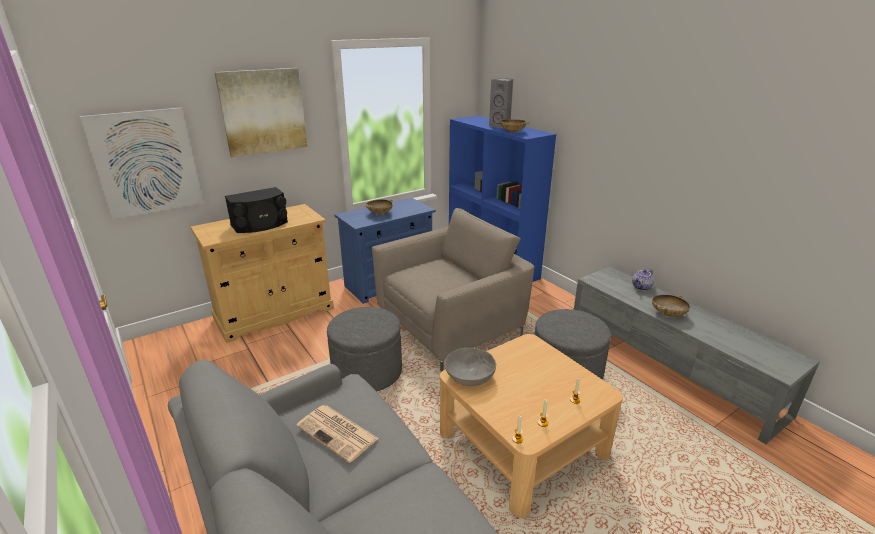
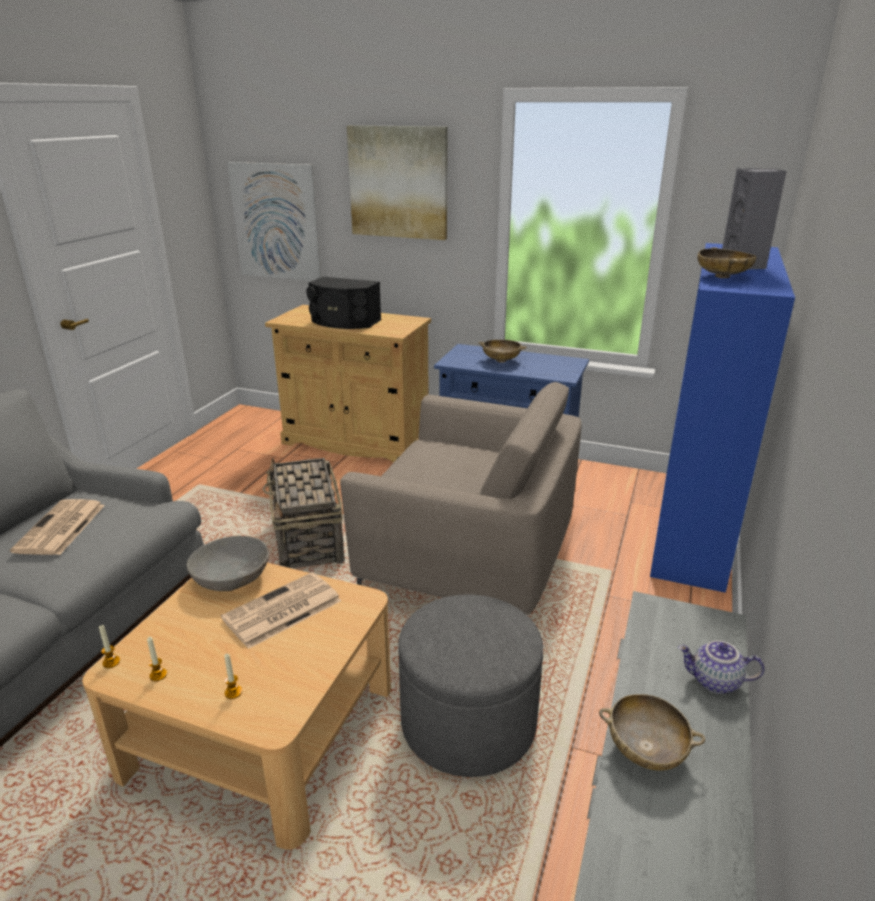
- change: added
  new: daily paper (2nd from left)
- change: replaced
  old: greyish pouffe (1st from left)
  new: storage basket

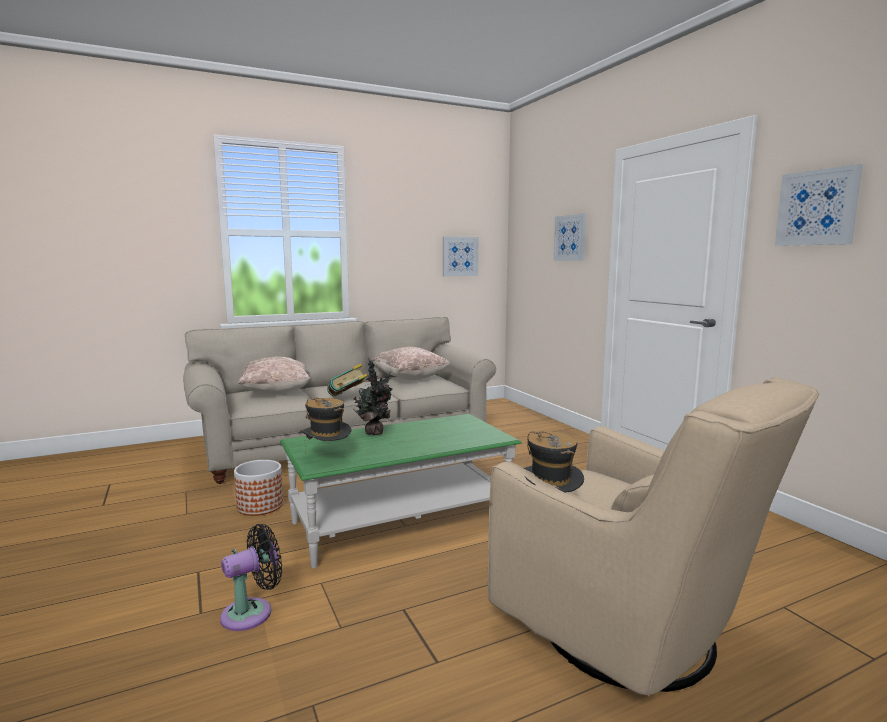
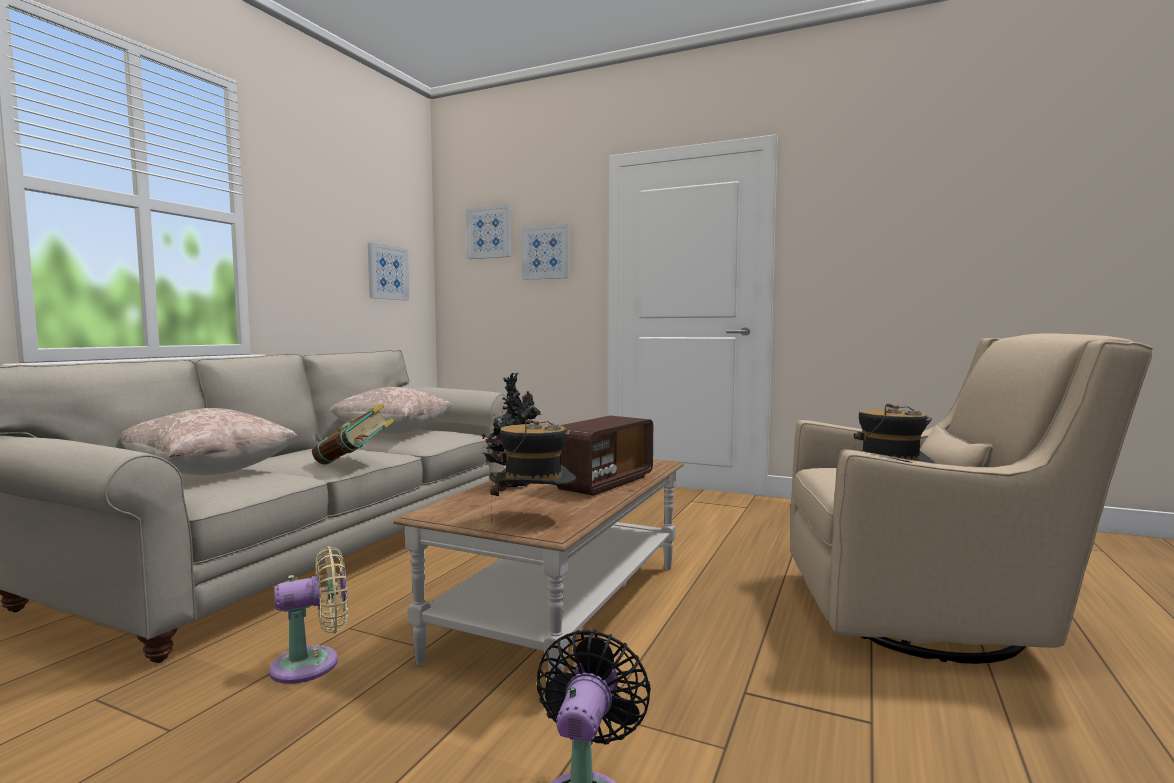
- change: replaced
  old: flower pot
  new: beige cooling fan
- change: recoloured
  old: green-coloured low table
  new: brown low table
- change: moved
  old: picture (3rd from left in the first image)
  new: picture (2nd from left)
- change: added
  new: radio

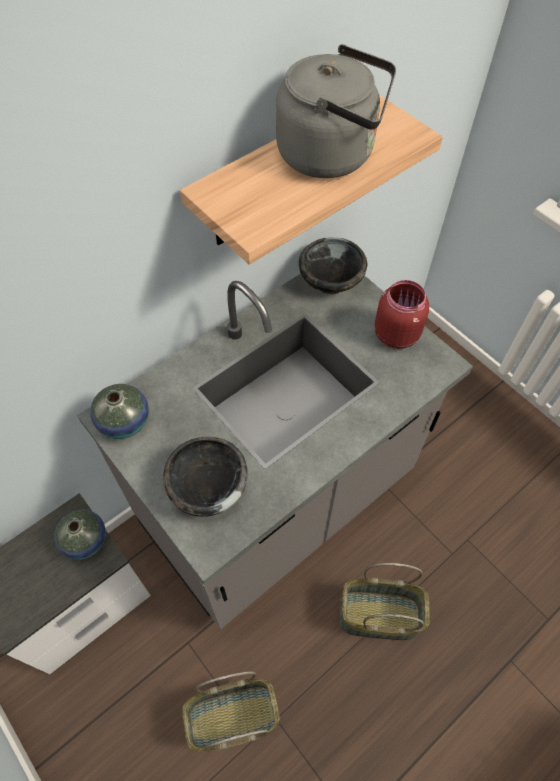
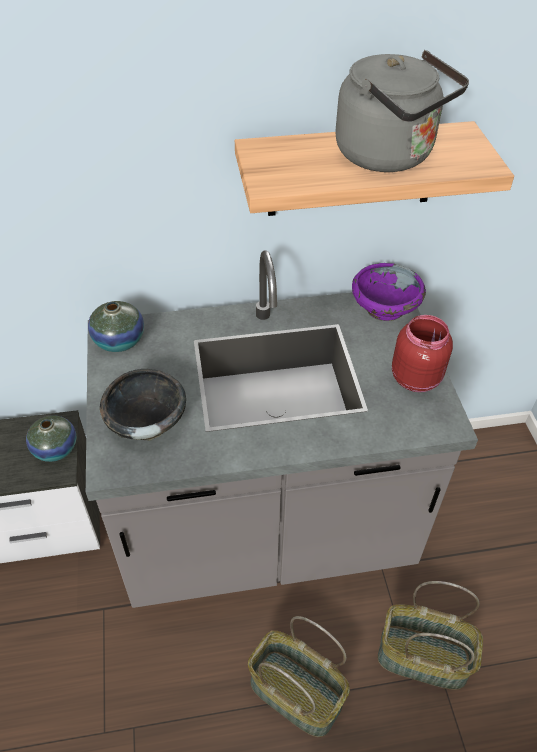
- change: recoloured
  old: black-coloured deep dish (2nd from left)
  new: purple-coloured deep dish
- change: moved
  old: storage basket (1st from left in the first image)
  new: storage basket (2nd from left)

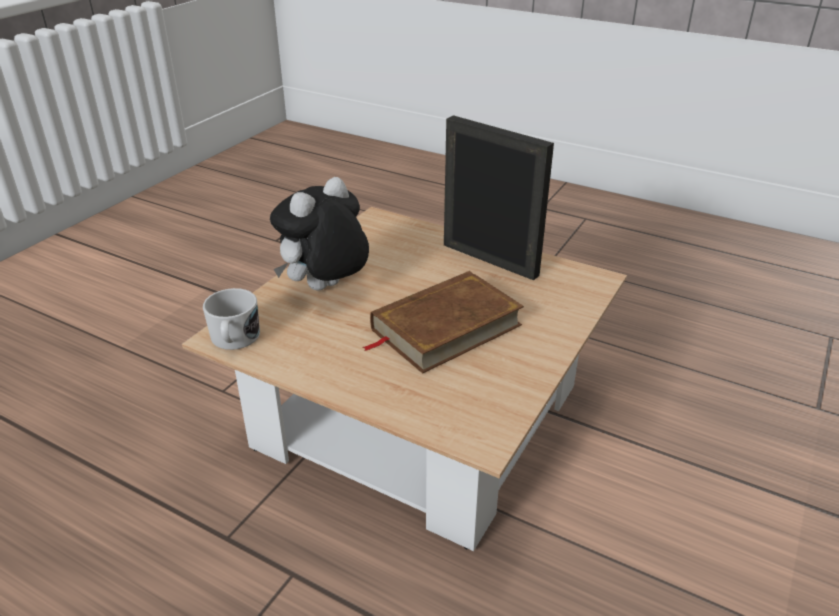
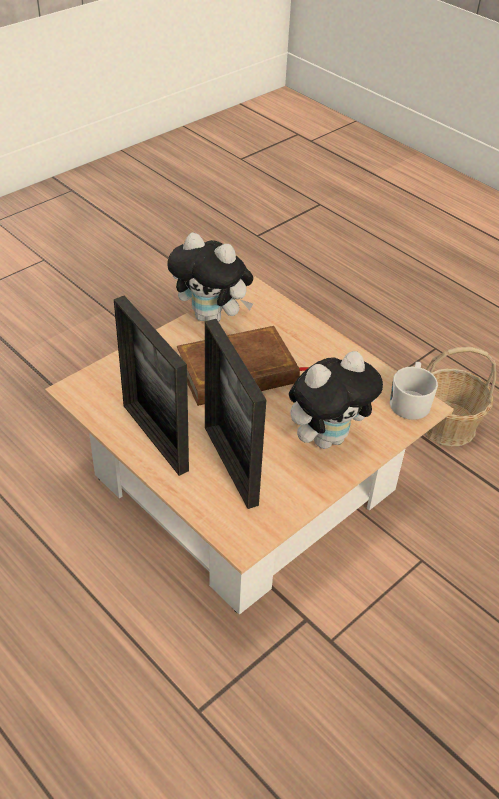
- change: added
  new: soft toy (1st from left)
- change: added
  new: standing frame (2nd from left)
- change: added
  new: storage basket

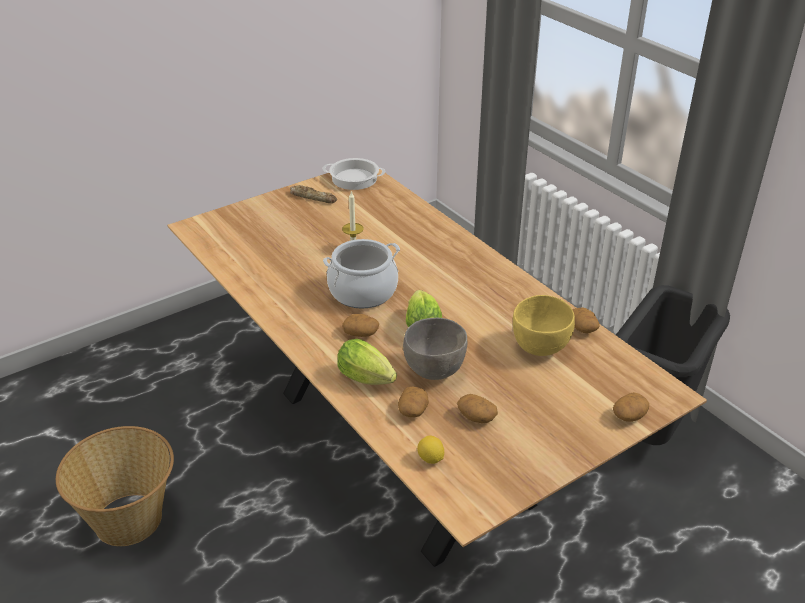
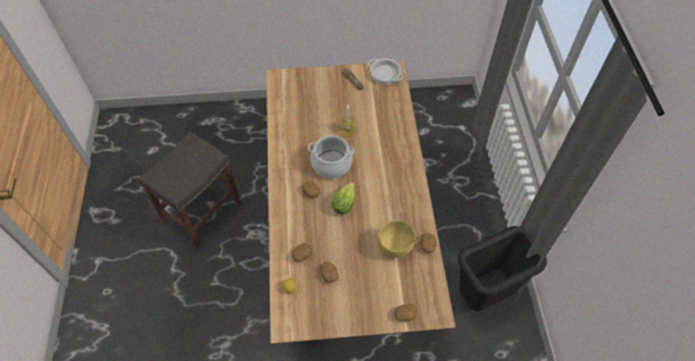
- change: replaced
  old: storage basket
  new: greyish stool seat
- change: removed
  old: head of lettuce (1st from left)
- change: removed
  old: greyish deep dish

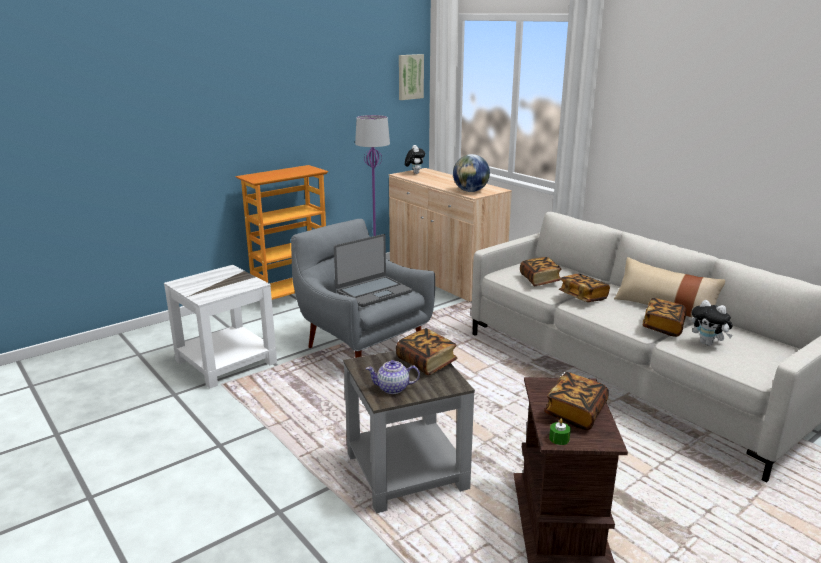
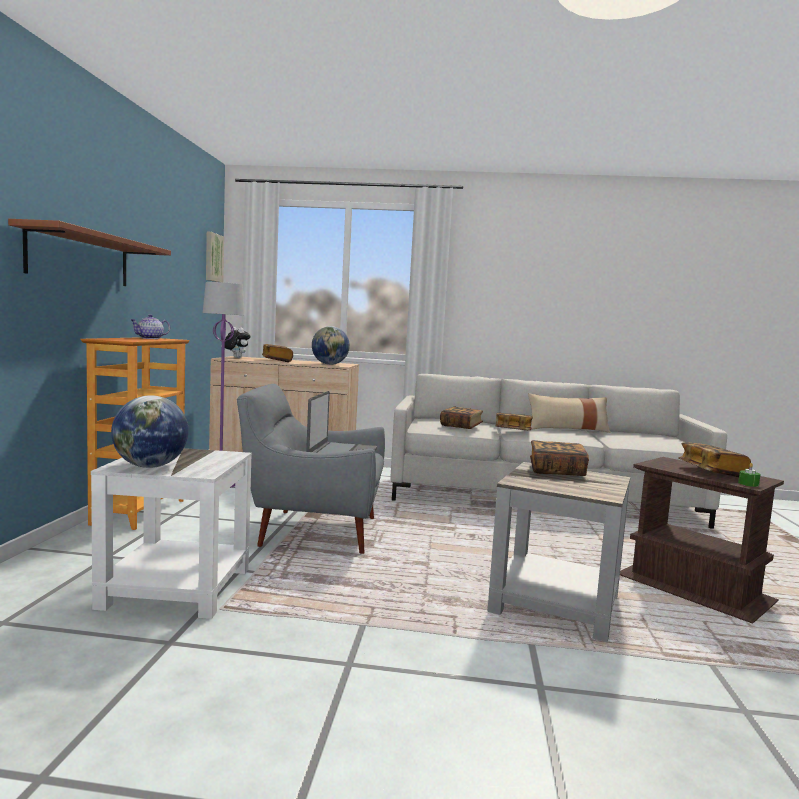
- change: added
  new: brown wall shelf
- change: added
  new: desk globe (1st from left)
- change: moved
  old: tea pot
- change: moved
  old: bound book (5th from left in the first image)
  new: bound book (1st from left)
- change: removed
  old: soft toy (2nd from left)

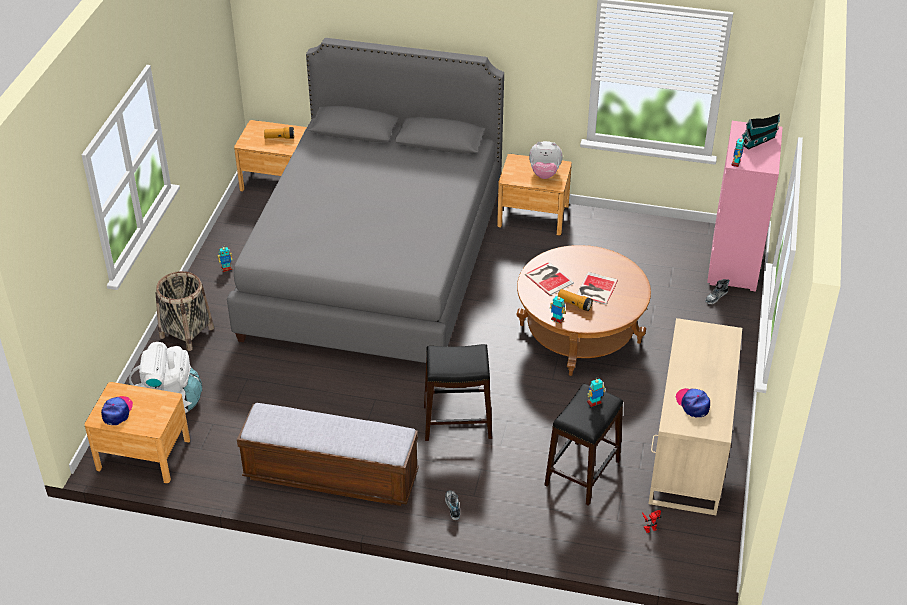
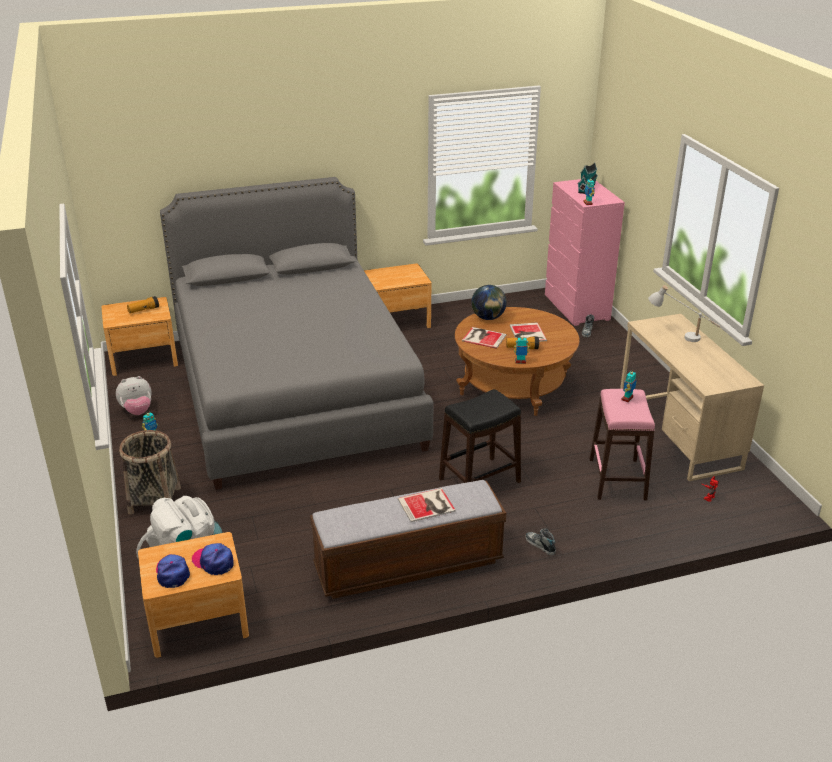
- change: moved
  old: soft toy
- change: moved
  old: cap (2nd from left)
- change: added
  new: bound book (1st from left)
- change: added
  new: desk globe
- change: recoloured
  old: black-coloured stool seat (2nd from left)
  new: pinkish stool seat
- change: added
  new: white tabletop lamp

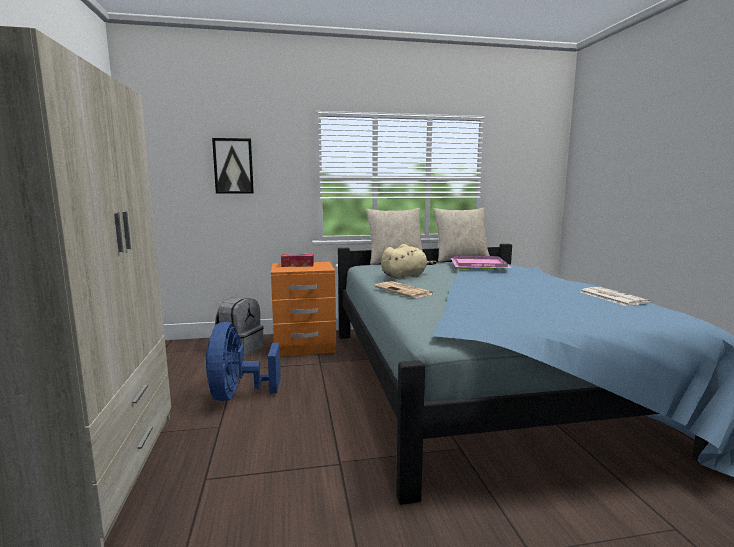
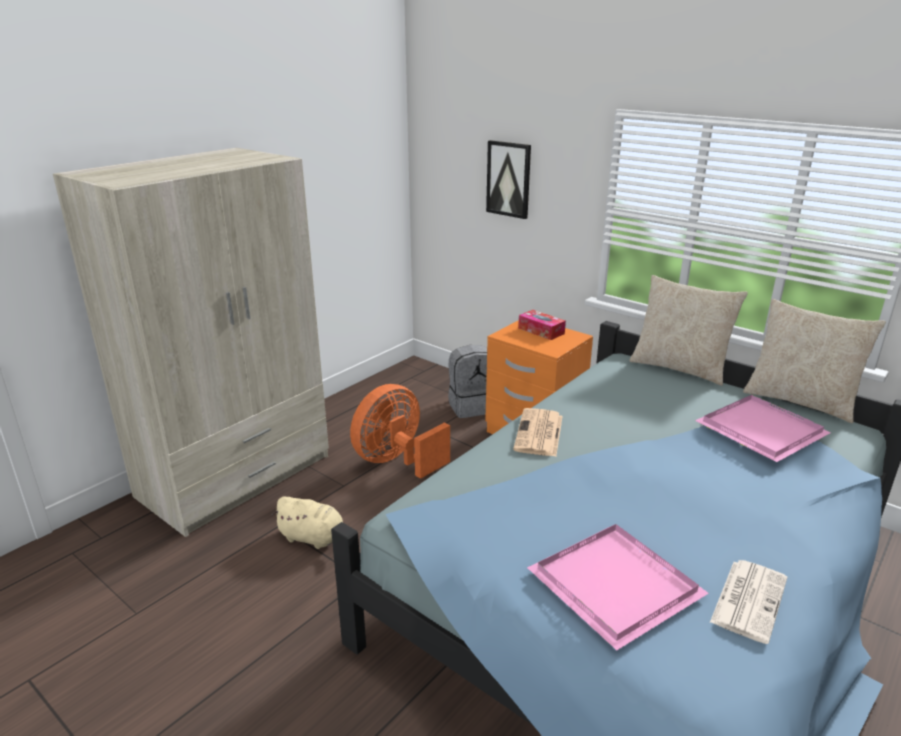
- change: moved
  old: beige soft toy
- change: recoloured
  old: bluish cooling fan
  new: orange cooling fan
- change: added
  new: pinkish tray (1st from left)

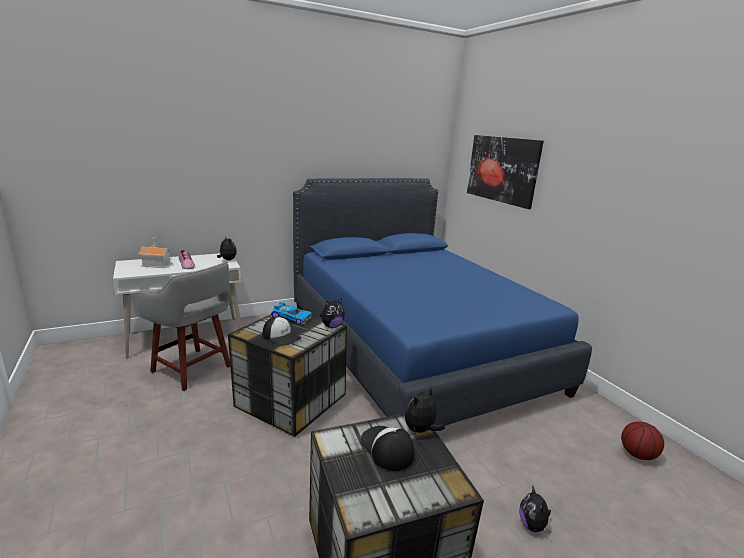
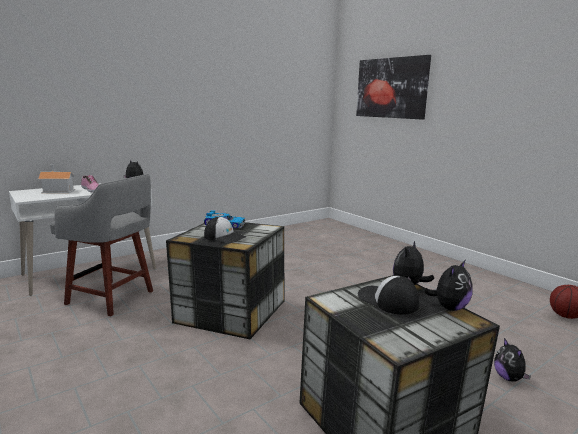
- change: moved
  old: soft toy (2nd from left in the first image)
  new: soft toy (3rd from left)
- change: removed
  old: bluish sleeping bed

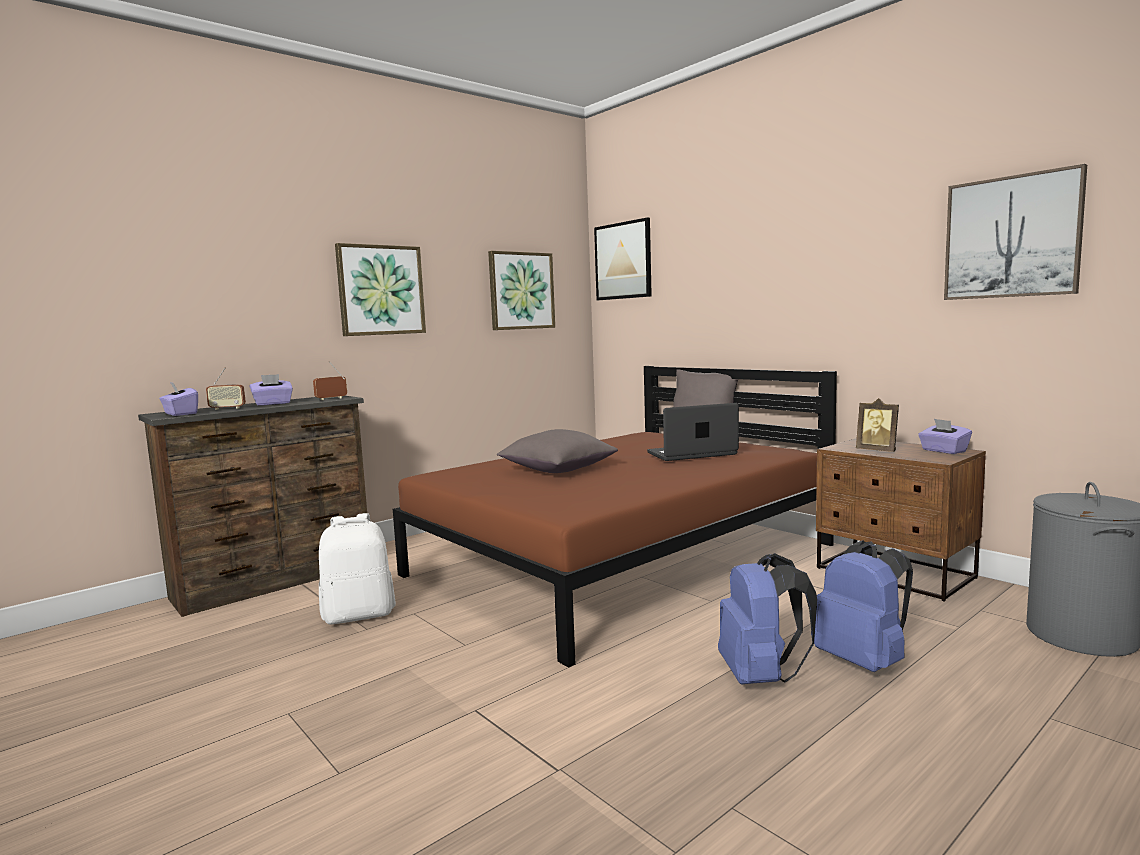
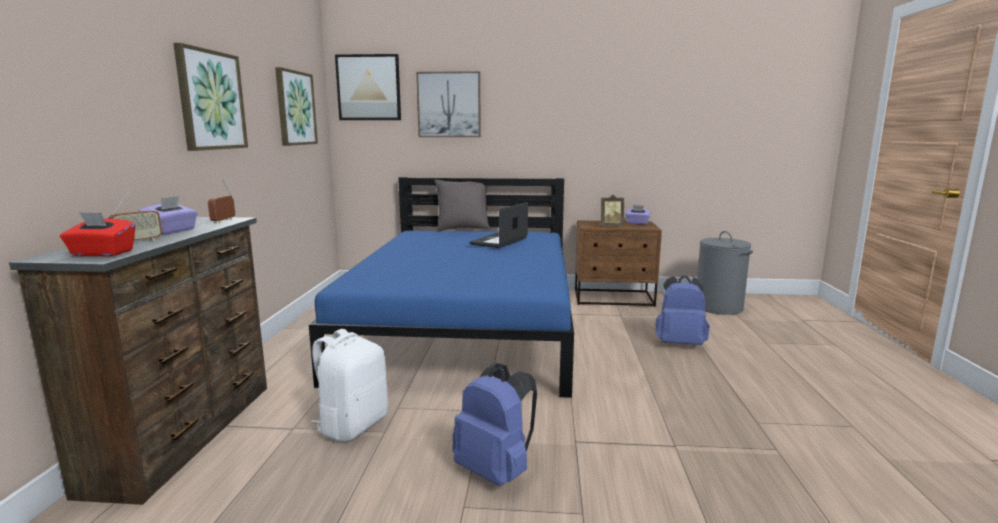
- change: recoloured
  old: purple-coloured box of tissues (1st from left)
  new: red-coloured box of tissues
- change: recoloured
  old: brown sleeping bed
  new: bluish sleeping bed
- change: moved
  old: picture (4th from left)
- change: moved
  old: bluish rucksack (1st from left)
- change: removed
  old: greyish pillow (1st from left)

